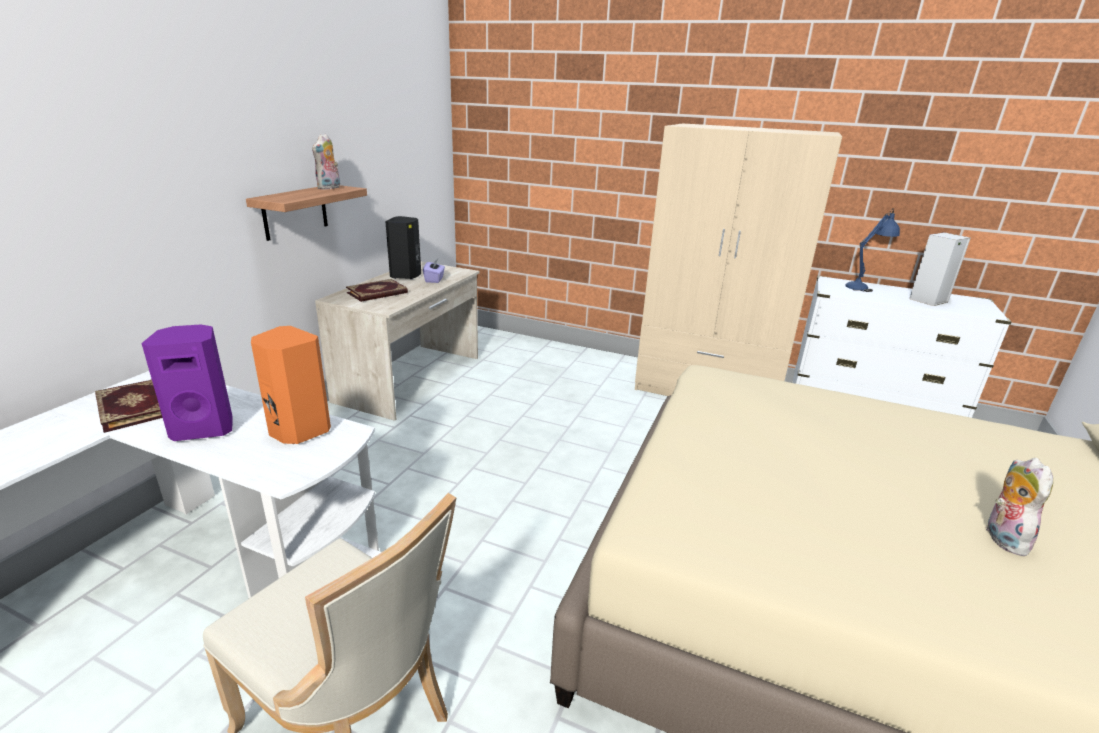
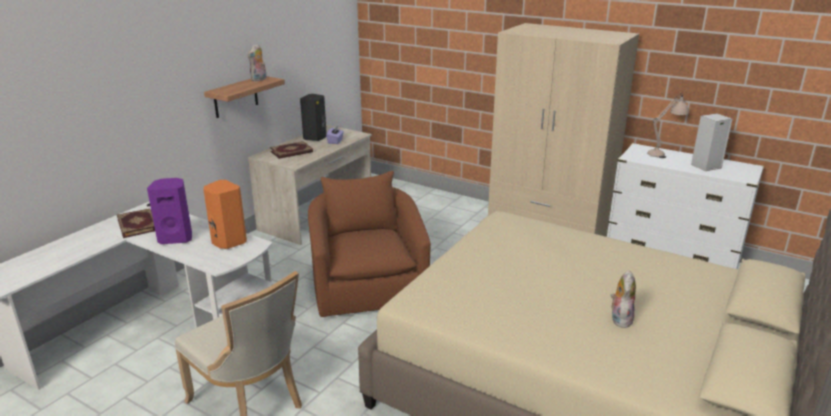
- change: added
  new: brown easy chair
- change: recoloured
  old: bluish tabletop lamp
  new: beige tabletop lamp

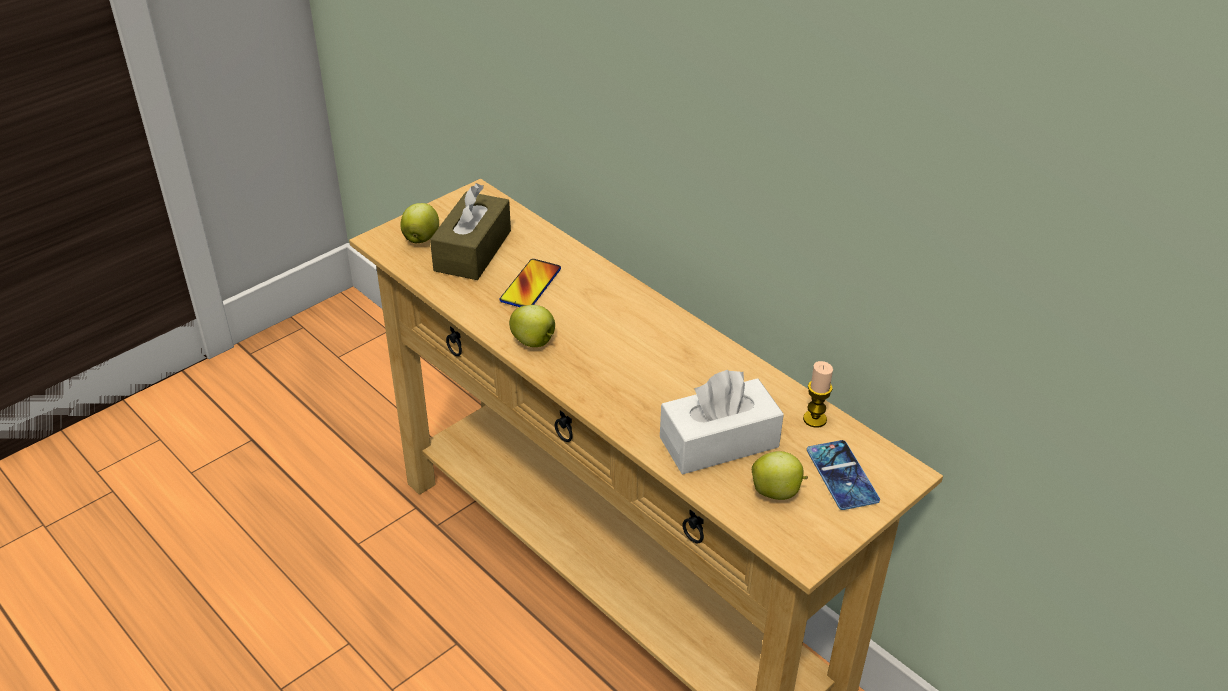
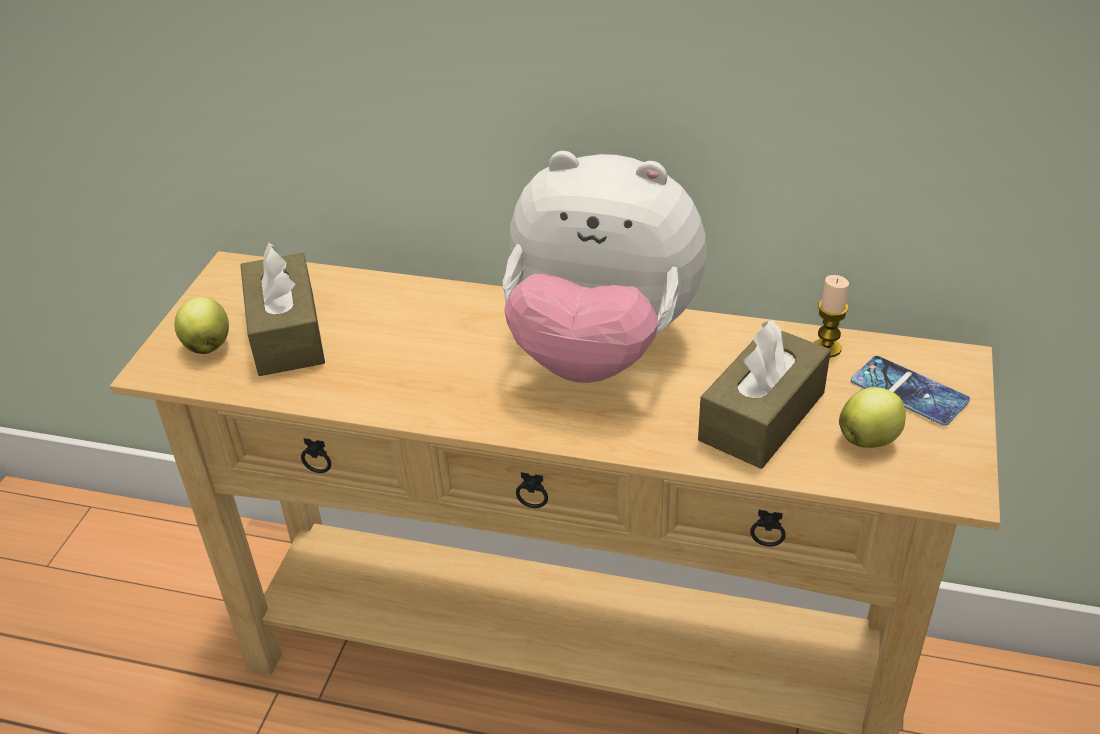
- change: added
  new: soft toy
- change: recoloured
  old: white box of tissues
  new: brown box of tissues (2nd from left)
- change: removed
  old: phone (1st from left)
- change: removed
  old: apple fruit (2nd from left)

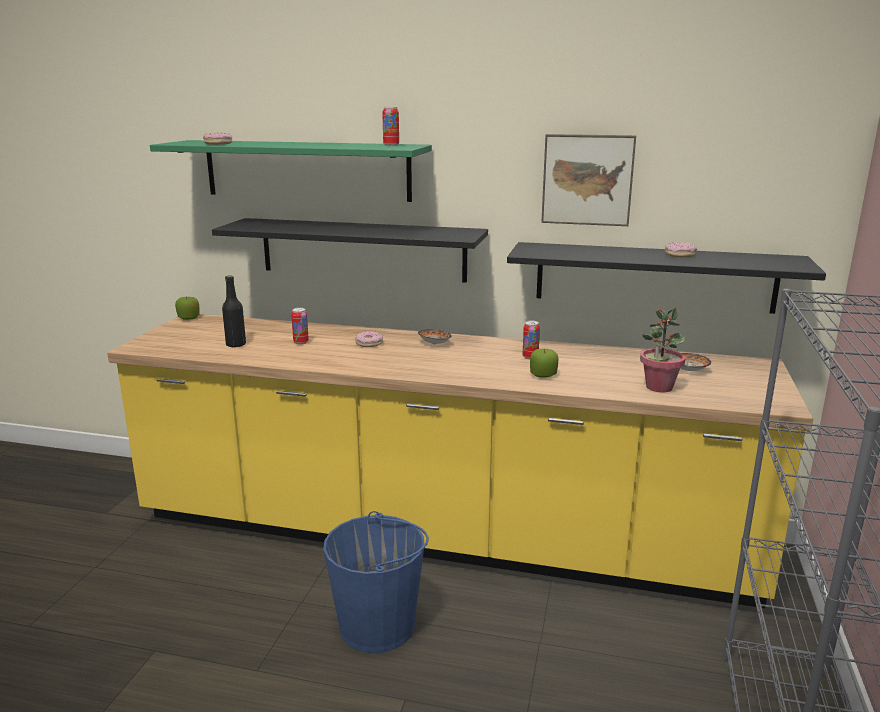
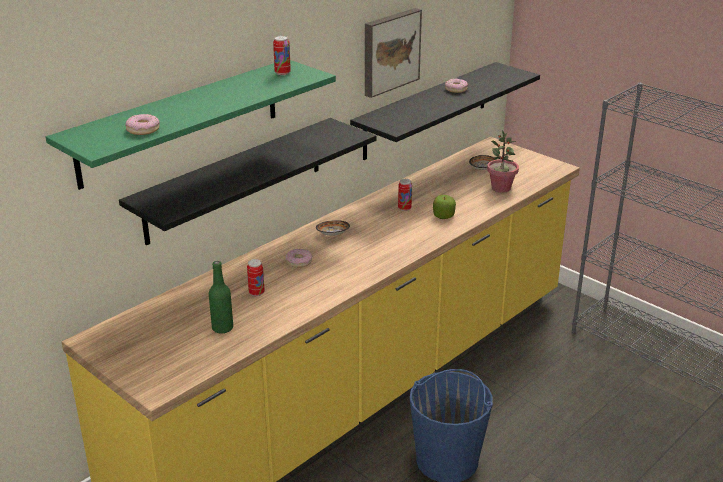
- change: recoloured
  old: black-coloured bottle
  new: green-coloured bottle
- change: removed
  old: apple fruit (1st from left)

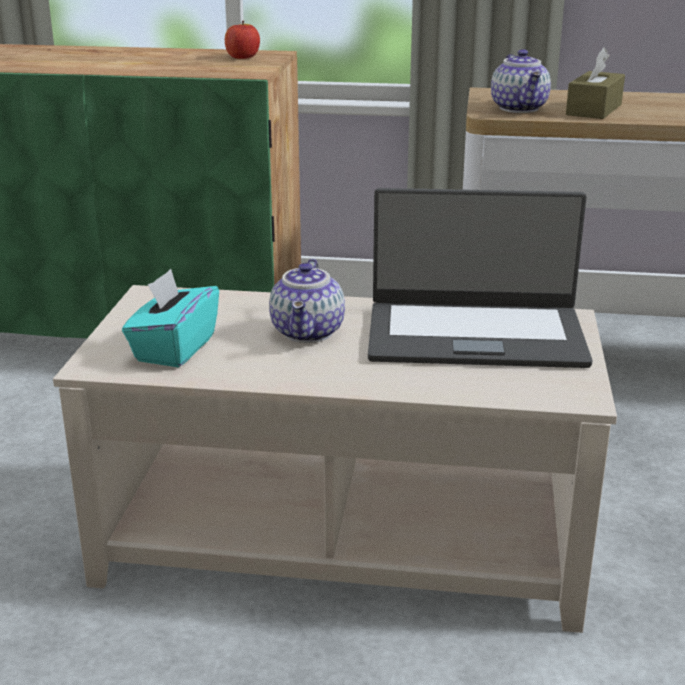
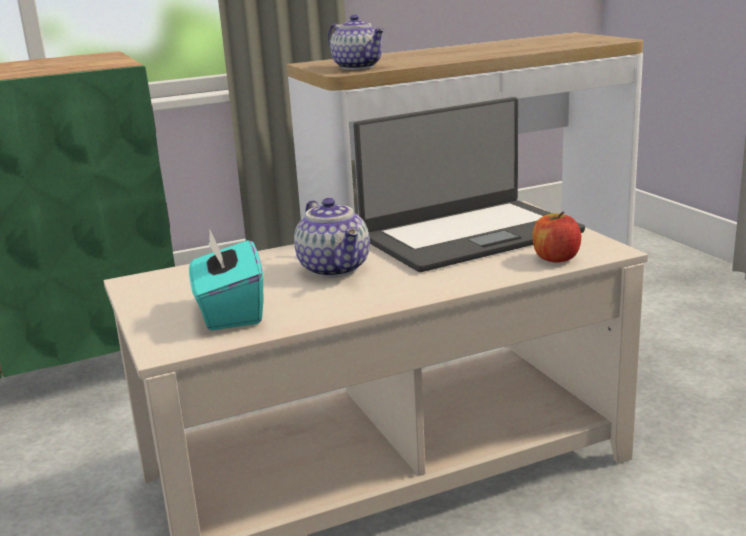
- change: moved
  old: apple fruit
- change: removed
  old: brown box of tissues

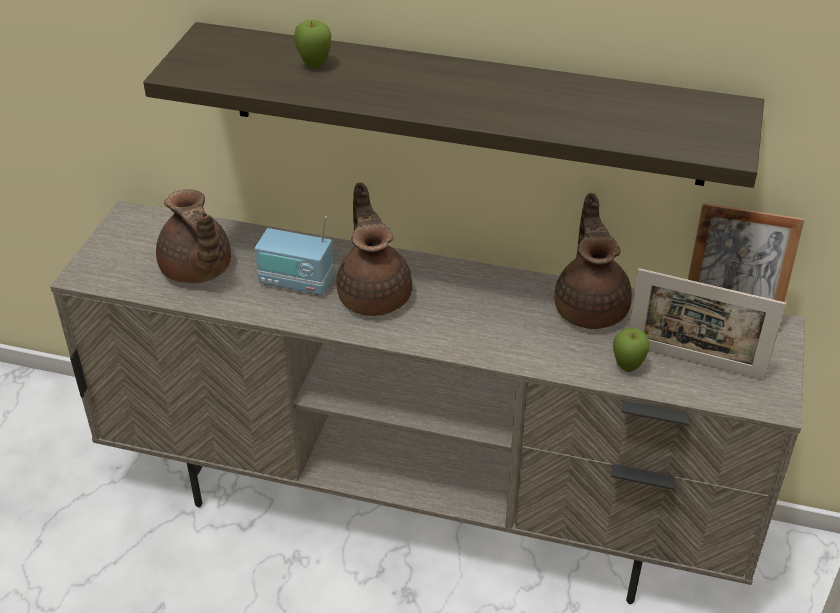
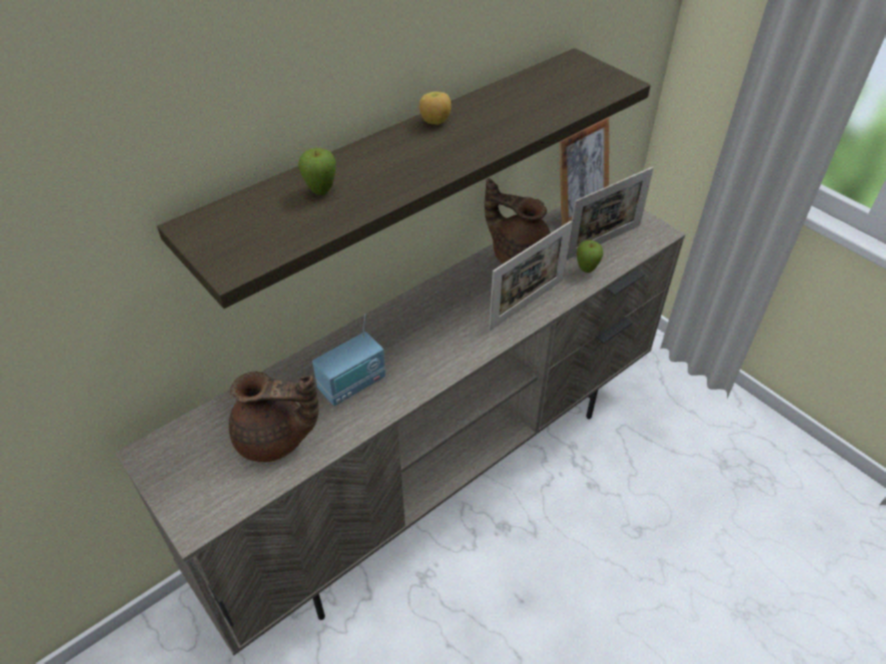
- change: added
  new: apple fruit (2nd from left)
- change: added
  new: standing frame (1st from left)
- change: removed
  old: brown tea pot (2nd from left)

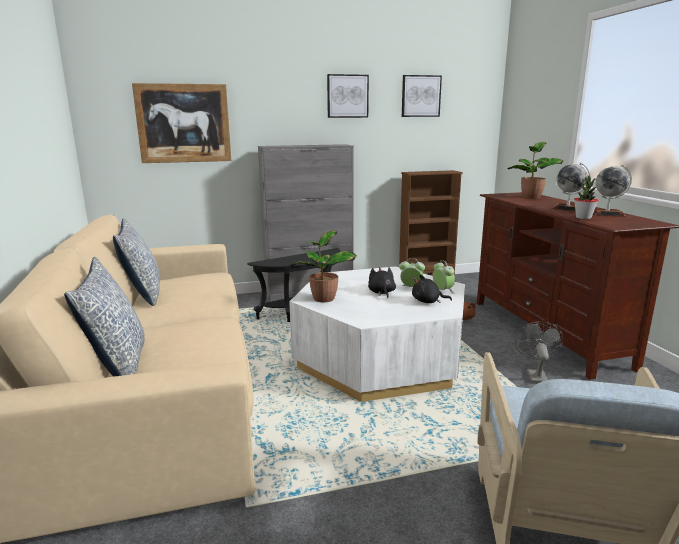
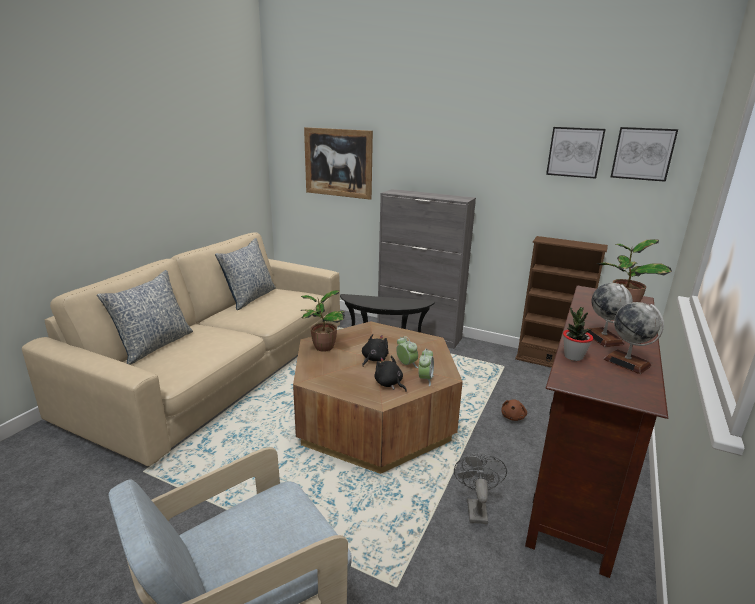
- change: recoloured
  old: white low table
  new: brown low table
- change: turned
  old: greyish cooling fan
  degrees: -45
- change: moved
  old: picture (2nd from left in the first image)
  new: picture (3rd from left)

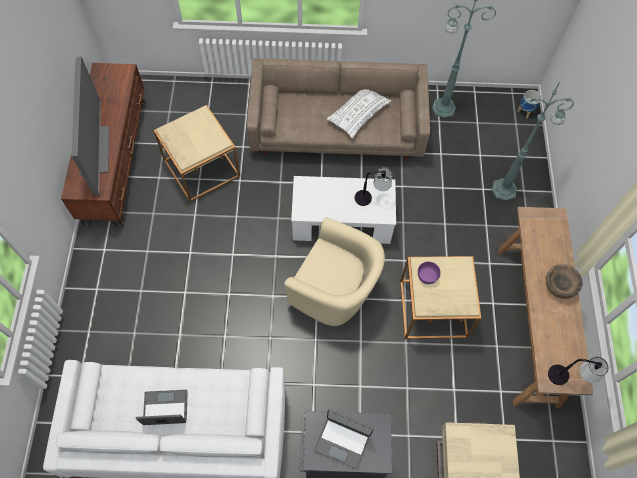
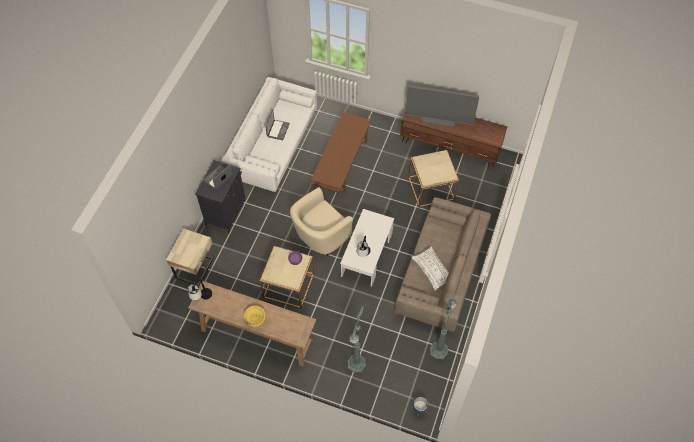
- change: recoloured
  old: brown deep dish
  new: yellow-coloured deep dish
- change: added
  new: brown low table

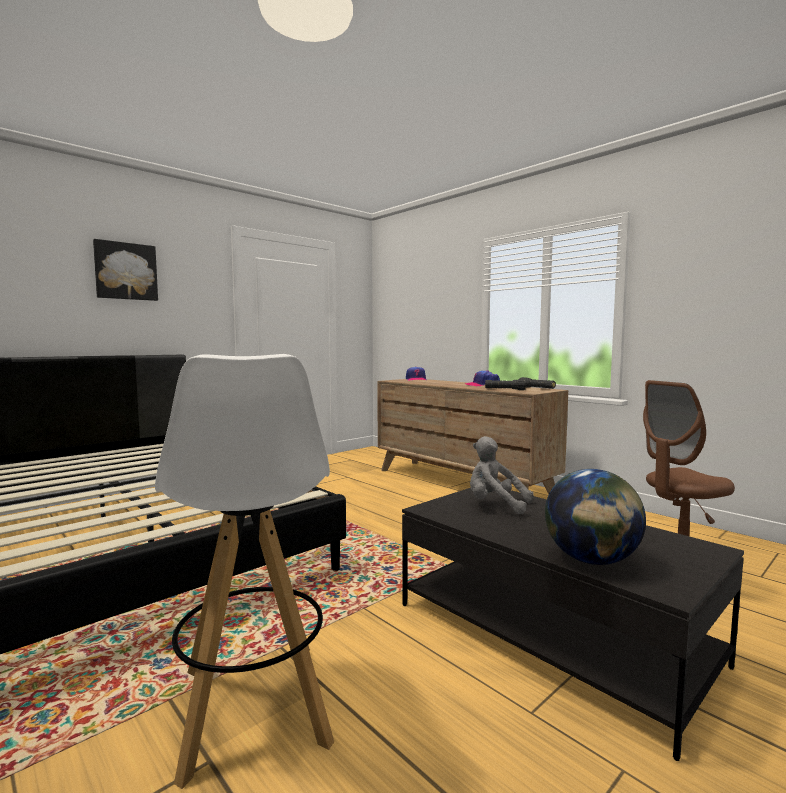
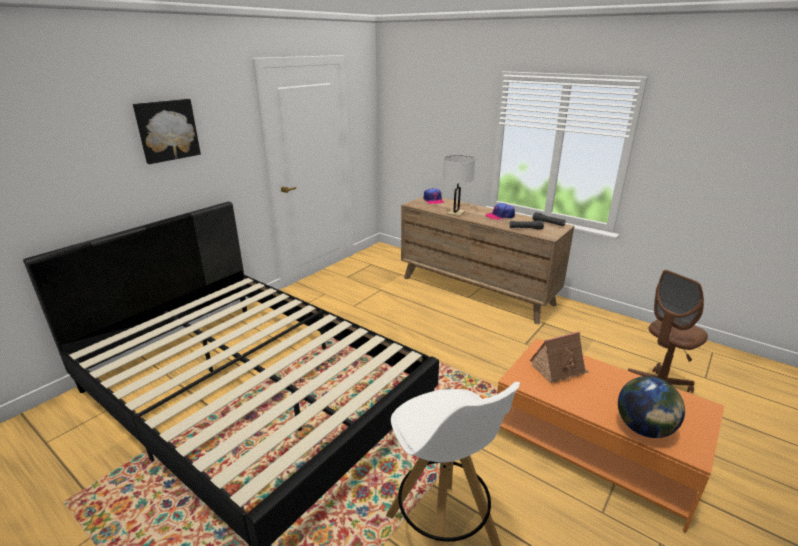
- change: added
  new: white tabletop lamp
- change: recoloured
  old: black-coloured low table
  new: orange low table
- change: replaced
  old: greyish soft toy
  new: toy house

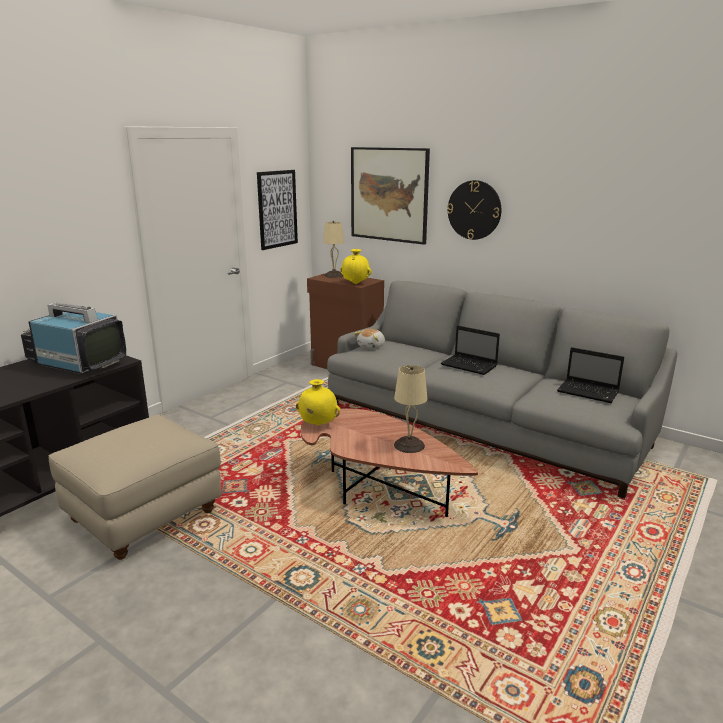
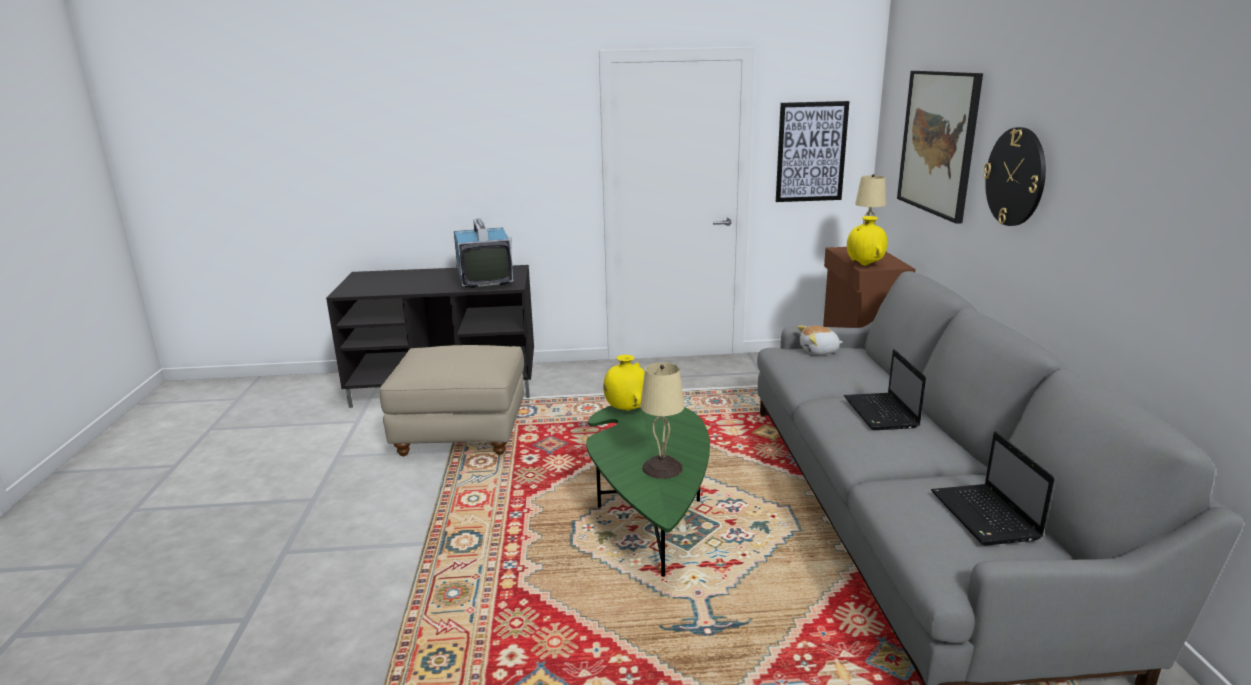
- change: recoloured
  old: brown low table
  new: green-coloured low table

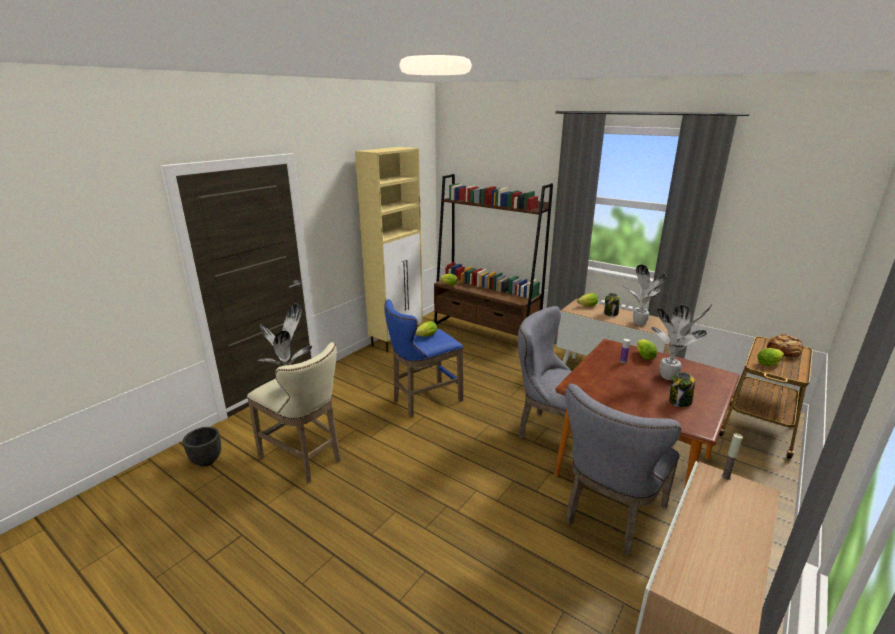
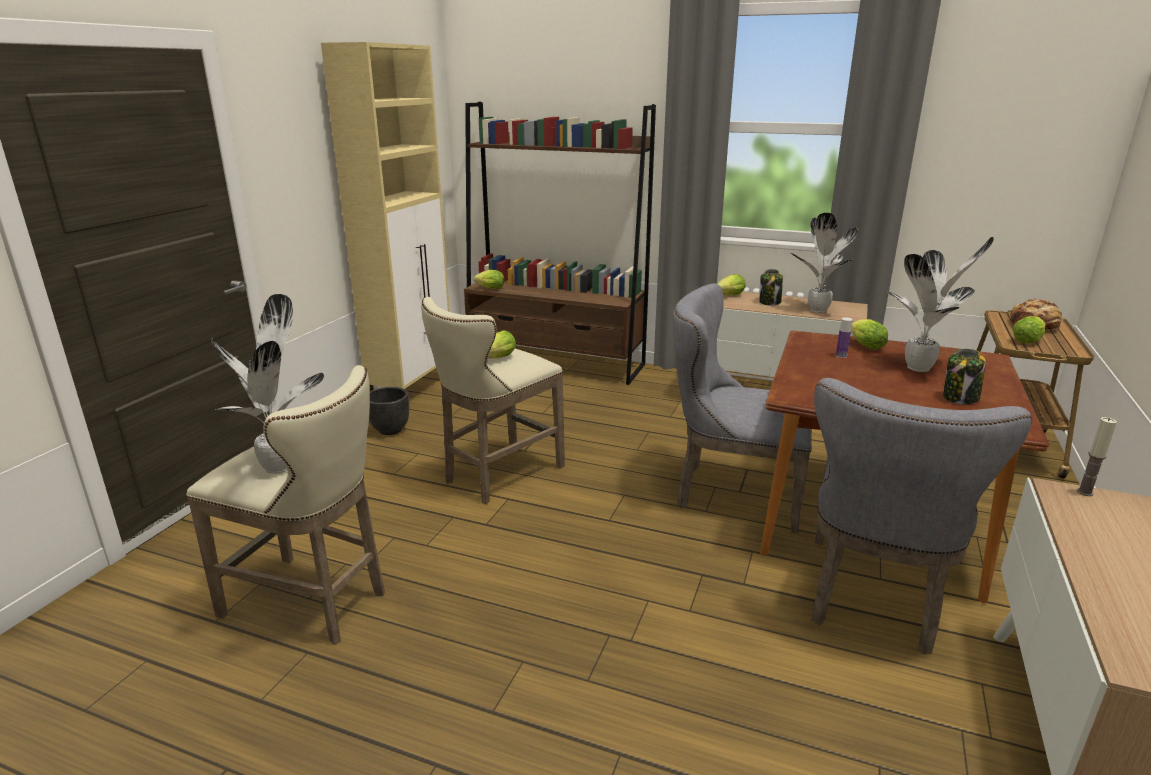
- change: moved
  old: black-coloured flower pot
- change: recoloured
  old: bluish stool seat
  new: beige stool seat (2nd from left)

